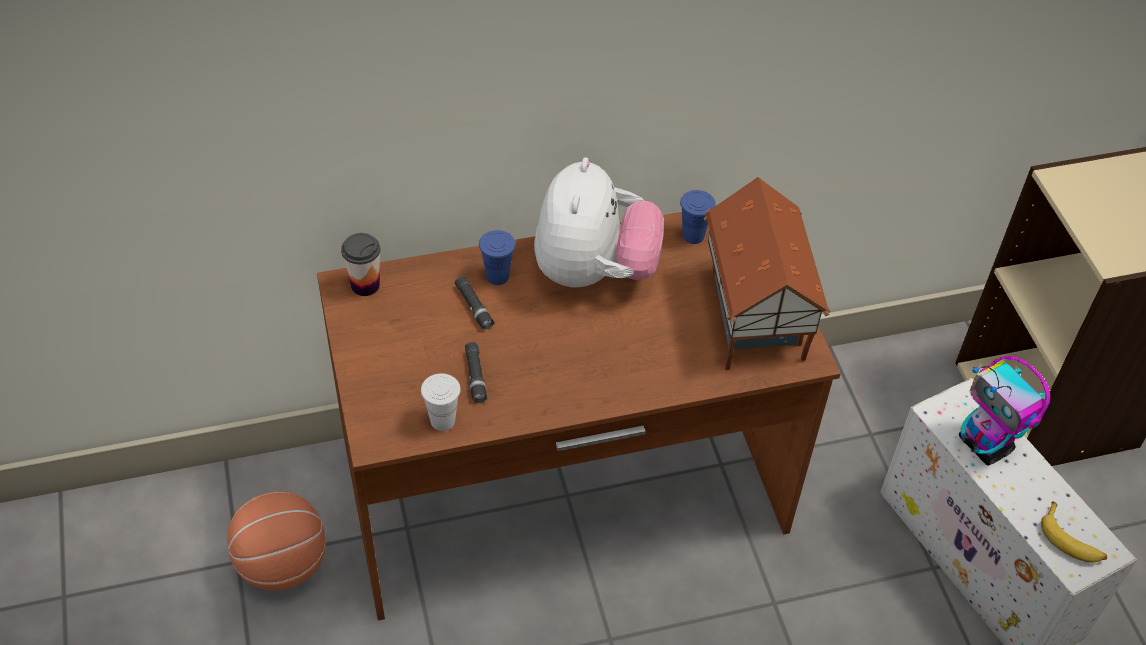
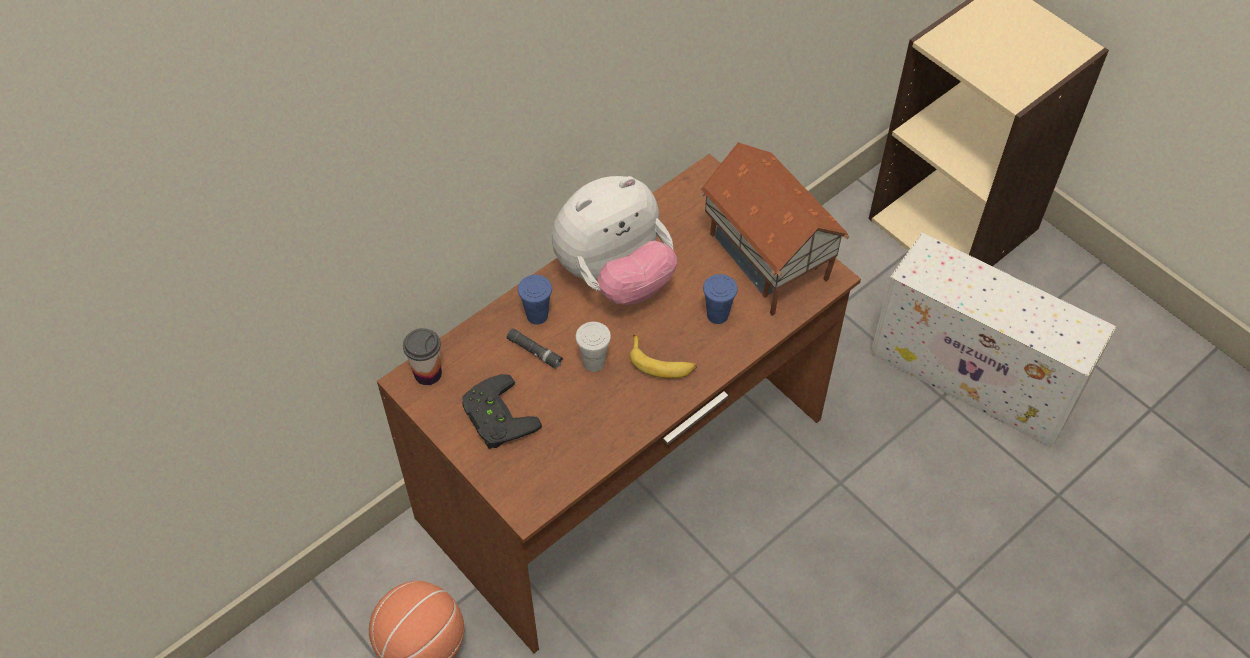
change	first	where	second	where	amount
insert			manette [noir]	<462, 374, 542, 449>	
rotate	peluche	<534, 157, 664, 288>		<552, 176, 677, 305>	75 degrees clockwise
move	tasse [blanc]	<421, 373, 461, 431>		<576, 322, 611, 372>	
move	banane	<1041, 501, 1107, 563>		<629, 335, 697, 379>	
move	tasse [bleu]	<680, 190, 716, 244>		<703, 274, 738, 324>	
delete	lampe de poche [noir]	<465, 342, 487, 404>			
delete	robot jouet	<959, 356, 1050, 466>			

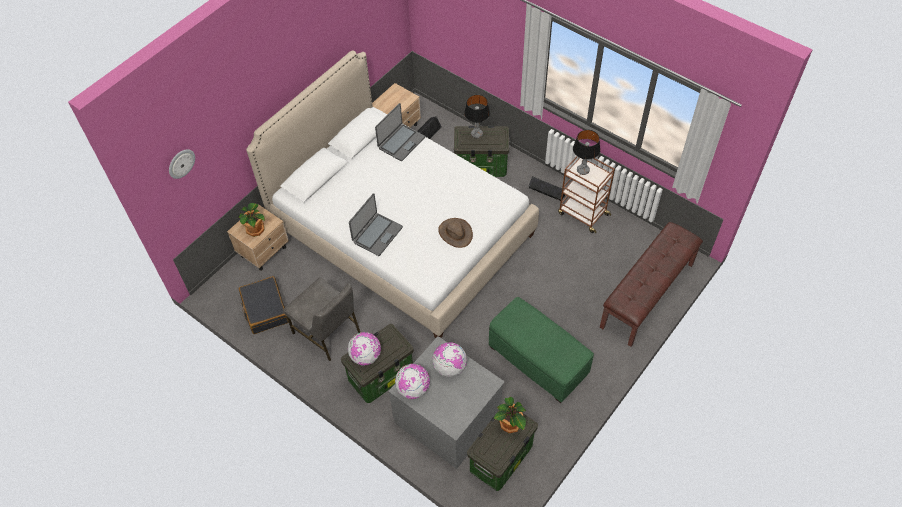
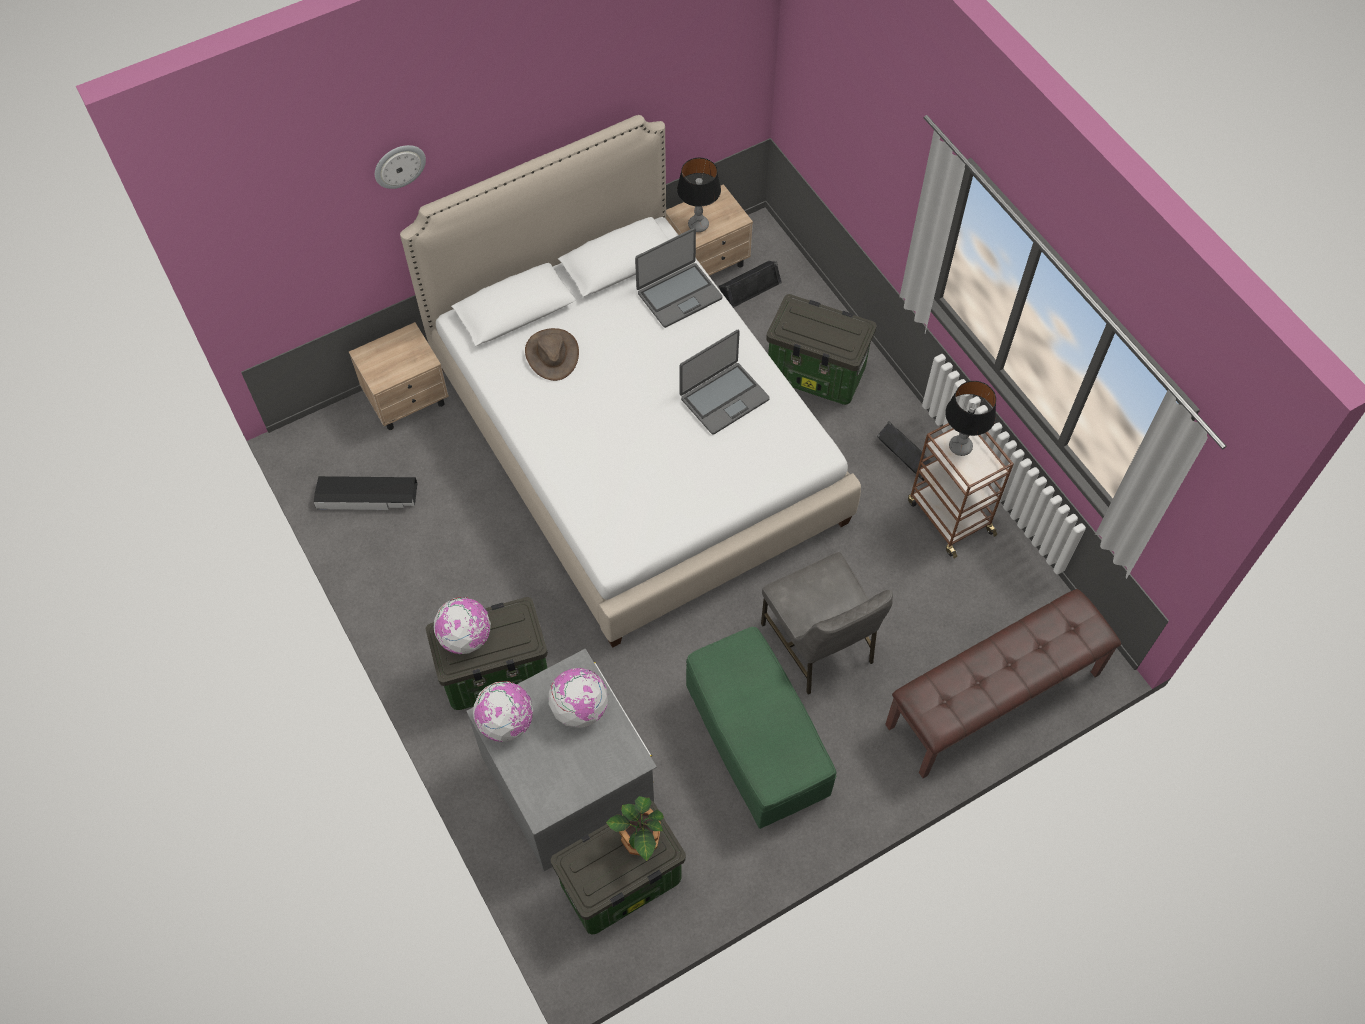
change	first	where	second	where	amount
replace	valise [noir]	<239, 276, 289, 334>	boîte de rangement [noir]	<313, 476, 417, 510>	
move	horloge murale	<169, 149, 195, 179>		<375, 145, 426, 189>	
move	chapeau [marron]	<438, 218, 473, 248>		<525, 328, 579, 381>	
move	lampe de table	<464, 94, 490, 138>		<677, 158, 721, 232>	
move	ordinateur portable	<349, 193, 403, 256>		<679, 330, 770, 435>	
move	chaise [gris]	<283, 277, 360, 361>		<761, 552, 893, 695>	
delete	plante en pot	<239, 203, 265, 237>			

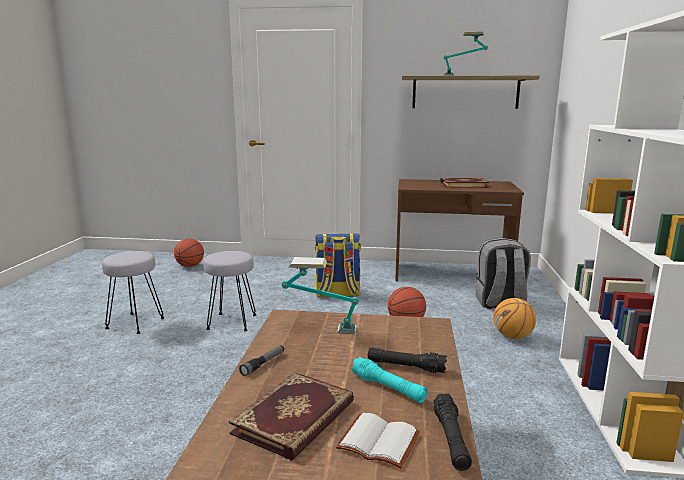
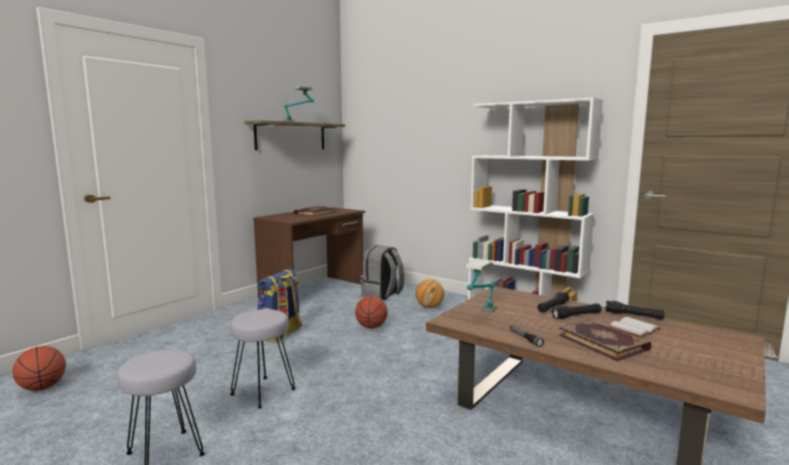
change	first	where	second	where	amount
recolor	lampe de poche [turquoise]	<351, 357, 427, 403>	lampe de poche [noir]	<551, 303, 601, 319>	

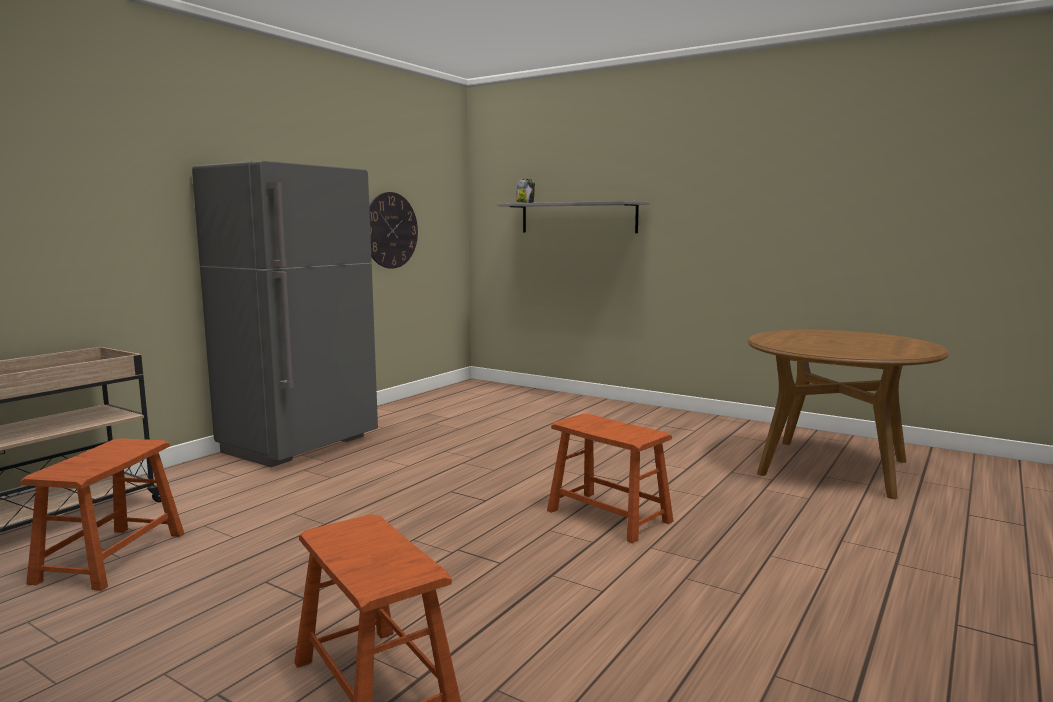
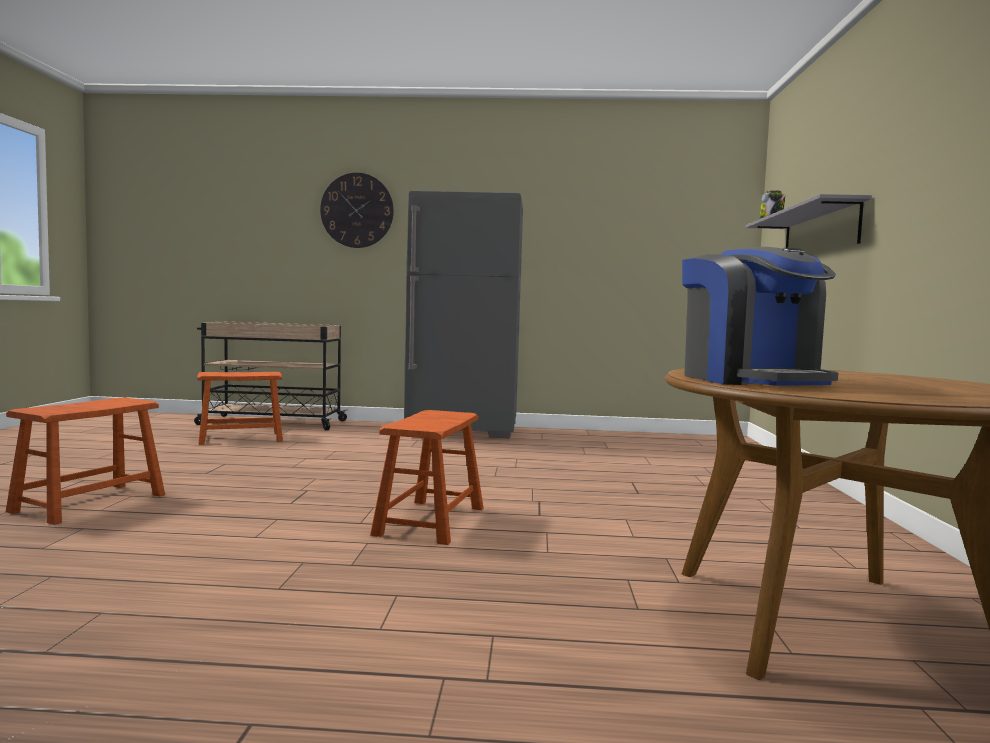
change	first	where	second	where	amount
move	horloge murale	<369, 192, 418, 269>		<320, 173, 394, 248>	
insert			machine à café	<682, 247, 838, 385>	

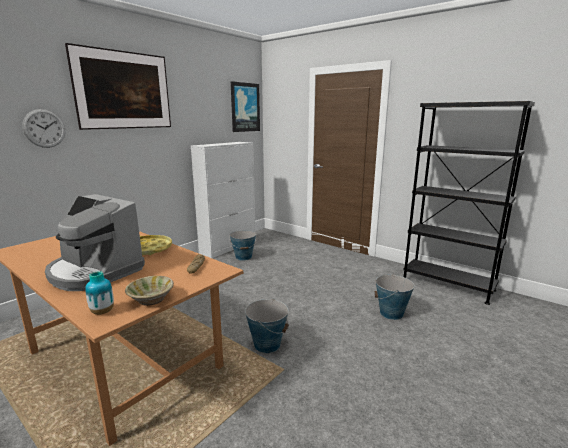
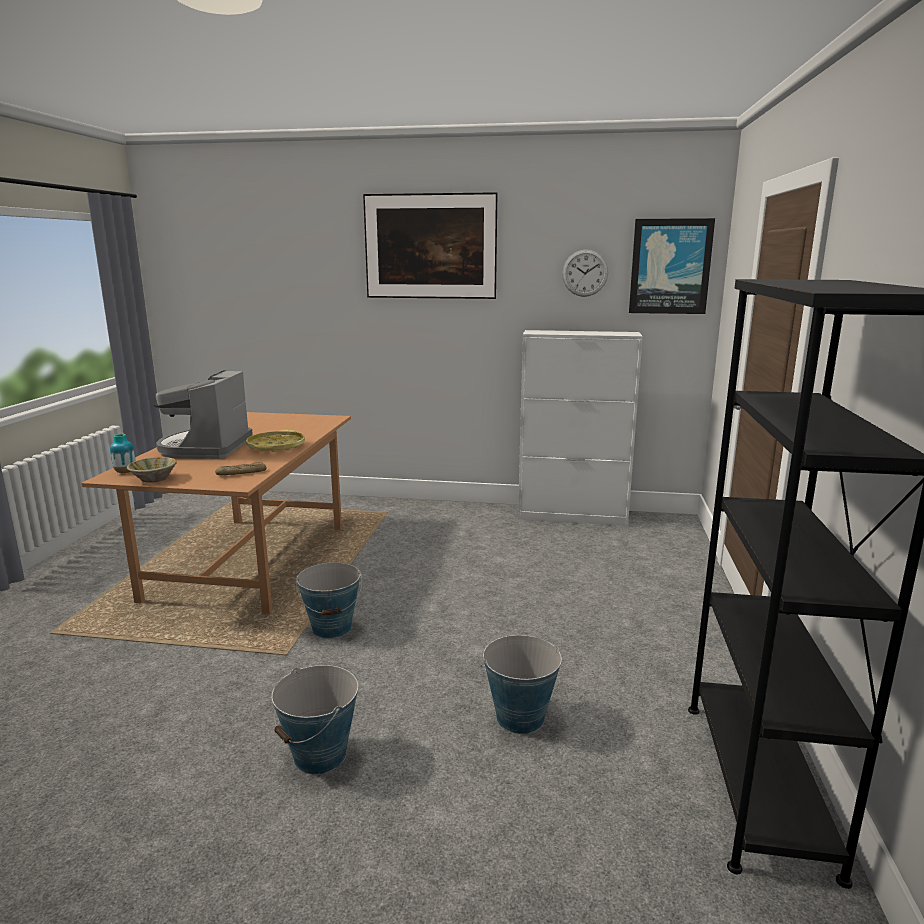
change	first	where	second	where	amount
move	seau	<229, 230, 257, 261>		<271, 665, 358, 774>	
move	horloge murale	<22, 109, 65, 148>		<562, 249, 608, 297>	

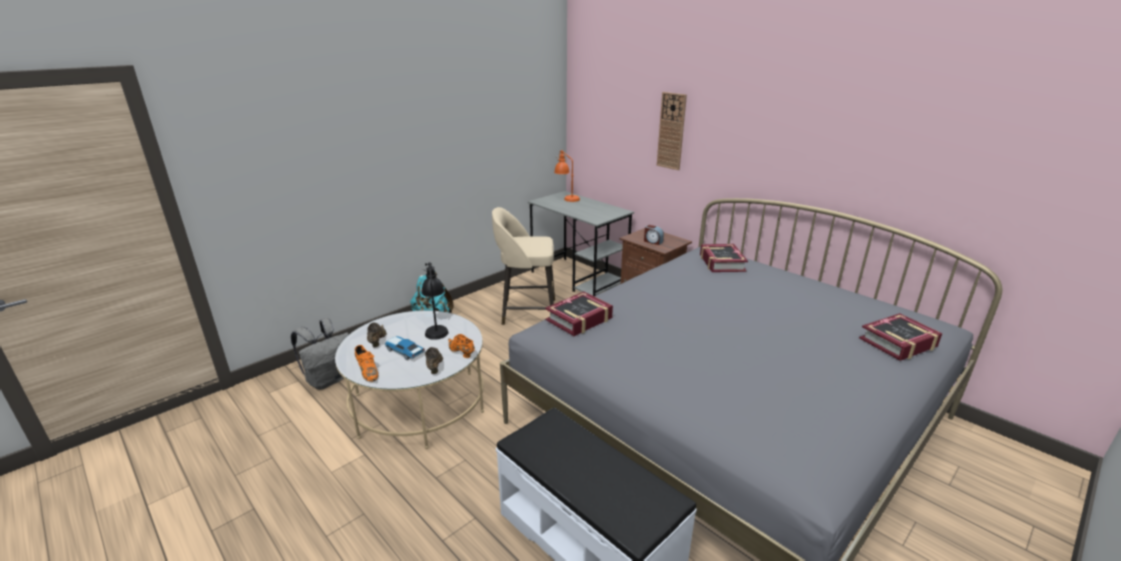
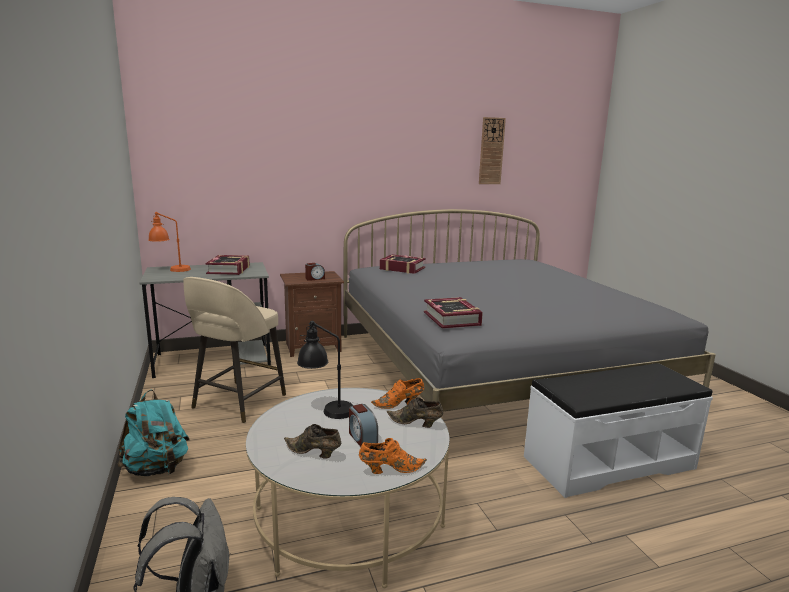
change	first	where	second	where	amount
move	livre	<859, 313, 943, 361>		<205, 255, 250, 275>	
replace	petite voiture	<384, 336, 425, 360>	réveil	<349, 404, 378, 447>	
move	horloge murale	<657, 92, 687, 170>		<479, 117, 506, 184>	

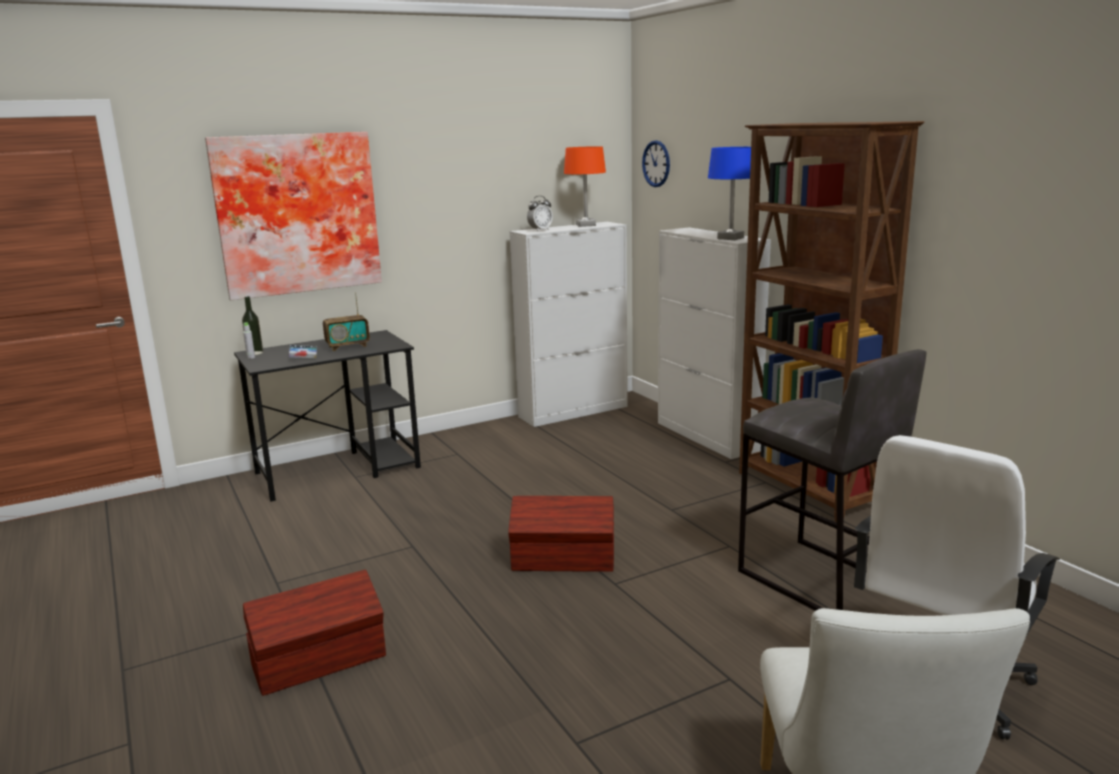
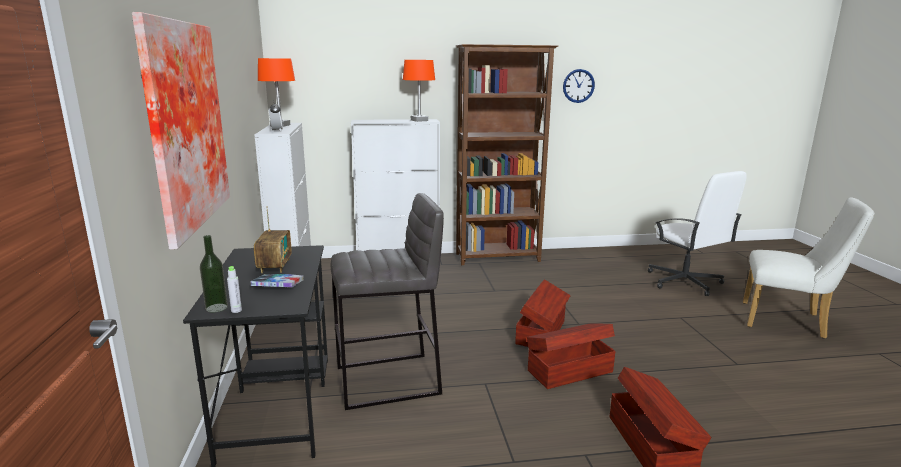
change	first	where	second	where	amount
move	tabouret [gris]	<738, 349, 927, 611>		<331, 193, 444, 410>	
recolor	lampe de table [bleu]	<708, 147, 751, 240>	lampe de table [orange]	<403, 60, 435, 122>	
insert			boîte de rangement [marron]	<527, 323, 615, 389>	
move	horloge murale	<642, 140, 670, 187>		<563, 69, 595, 103>	

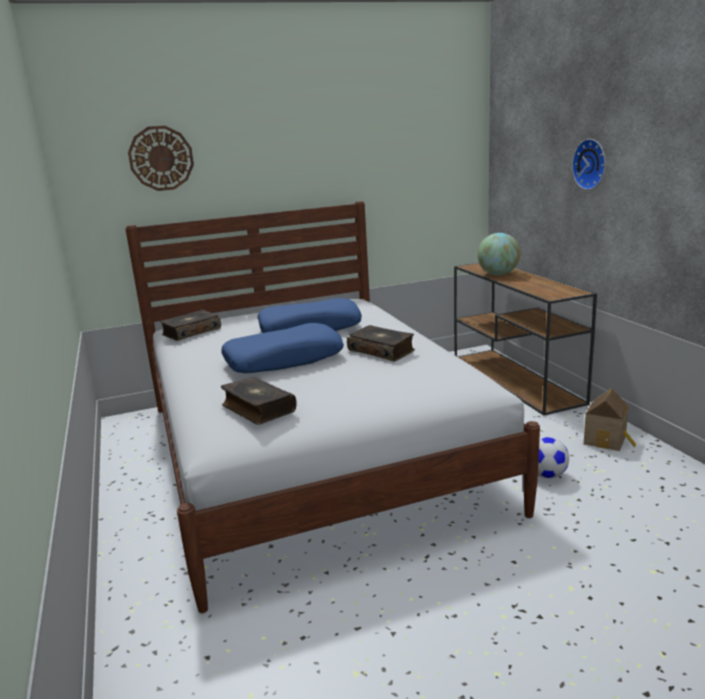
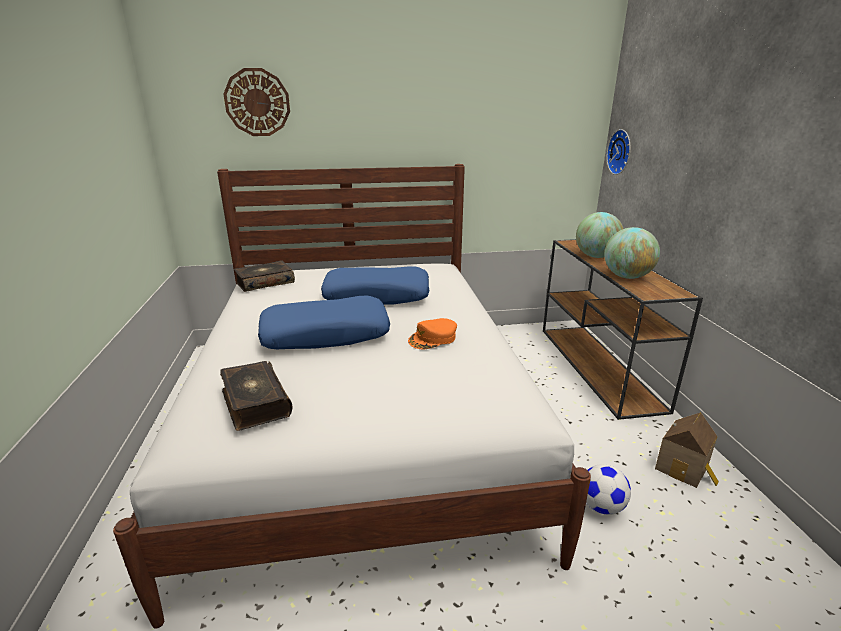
change	first	where	second	where	amount
replace	livre	<347, 325, 415, 361>	casquette [orange]	<408, 318, 457, 349>	
insert			globe	<605, 227, 660, 279>	
move	horloge murale	<572, 139, 606, 190>		<606, 129, 630, 175>	

